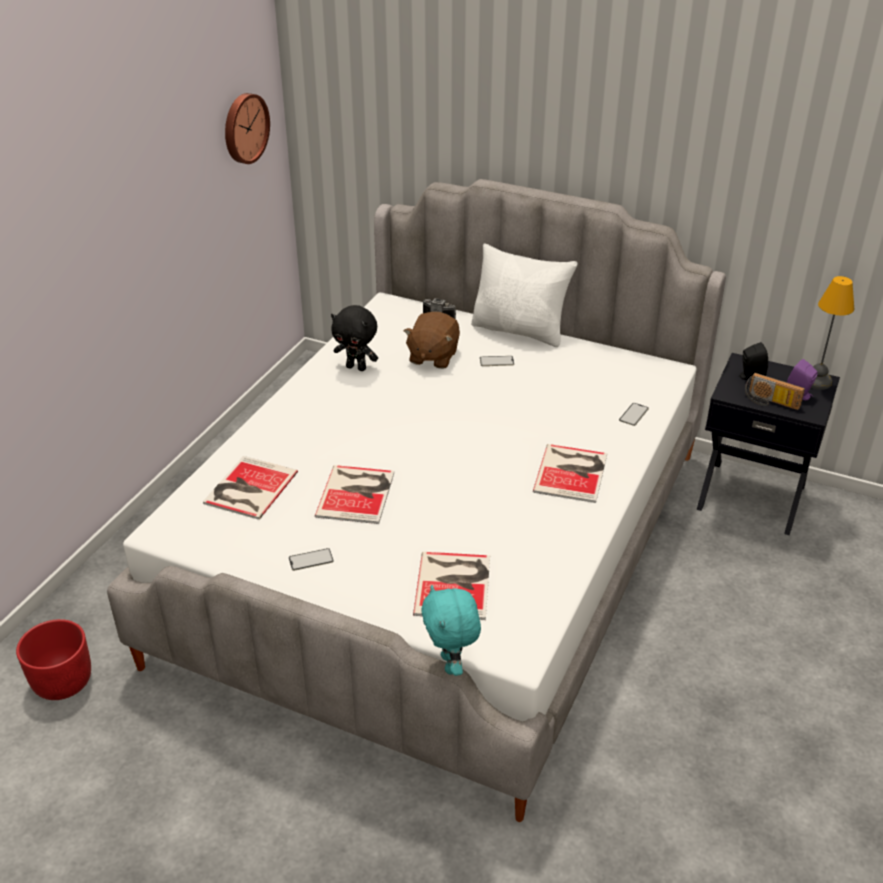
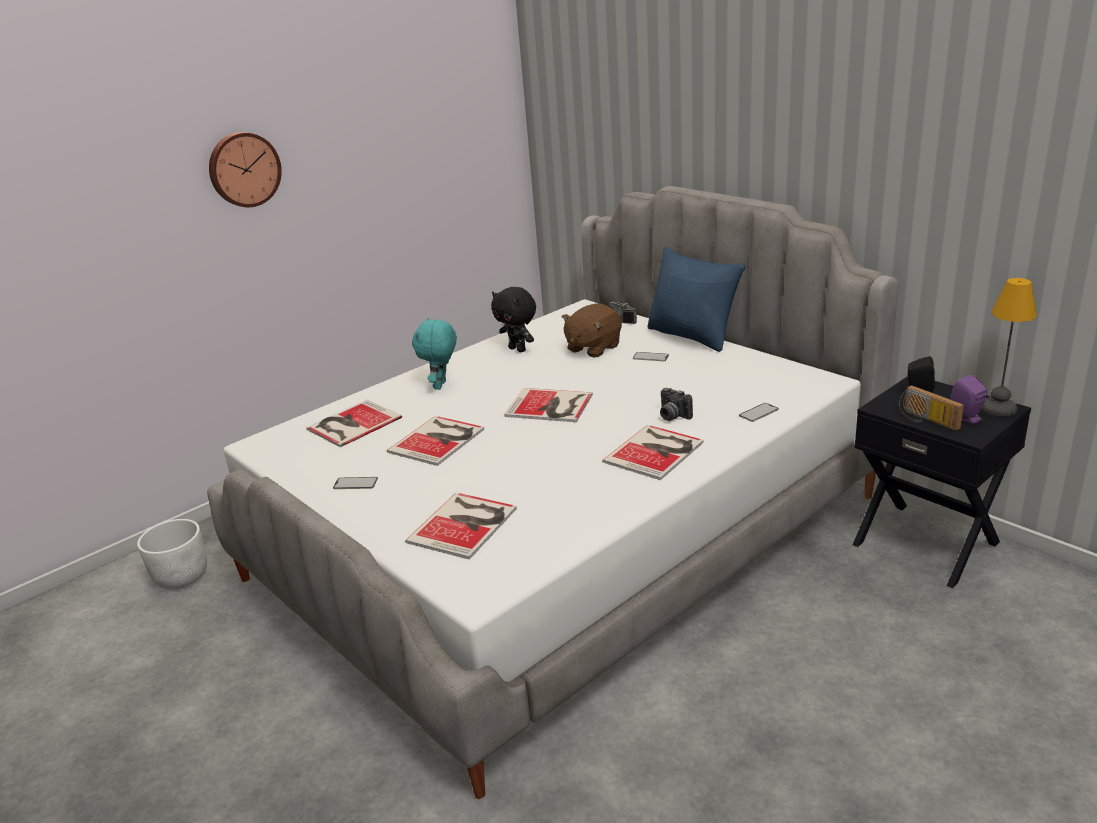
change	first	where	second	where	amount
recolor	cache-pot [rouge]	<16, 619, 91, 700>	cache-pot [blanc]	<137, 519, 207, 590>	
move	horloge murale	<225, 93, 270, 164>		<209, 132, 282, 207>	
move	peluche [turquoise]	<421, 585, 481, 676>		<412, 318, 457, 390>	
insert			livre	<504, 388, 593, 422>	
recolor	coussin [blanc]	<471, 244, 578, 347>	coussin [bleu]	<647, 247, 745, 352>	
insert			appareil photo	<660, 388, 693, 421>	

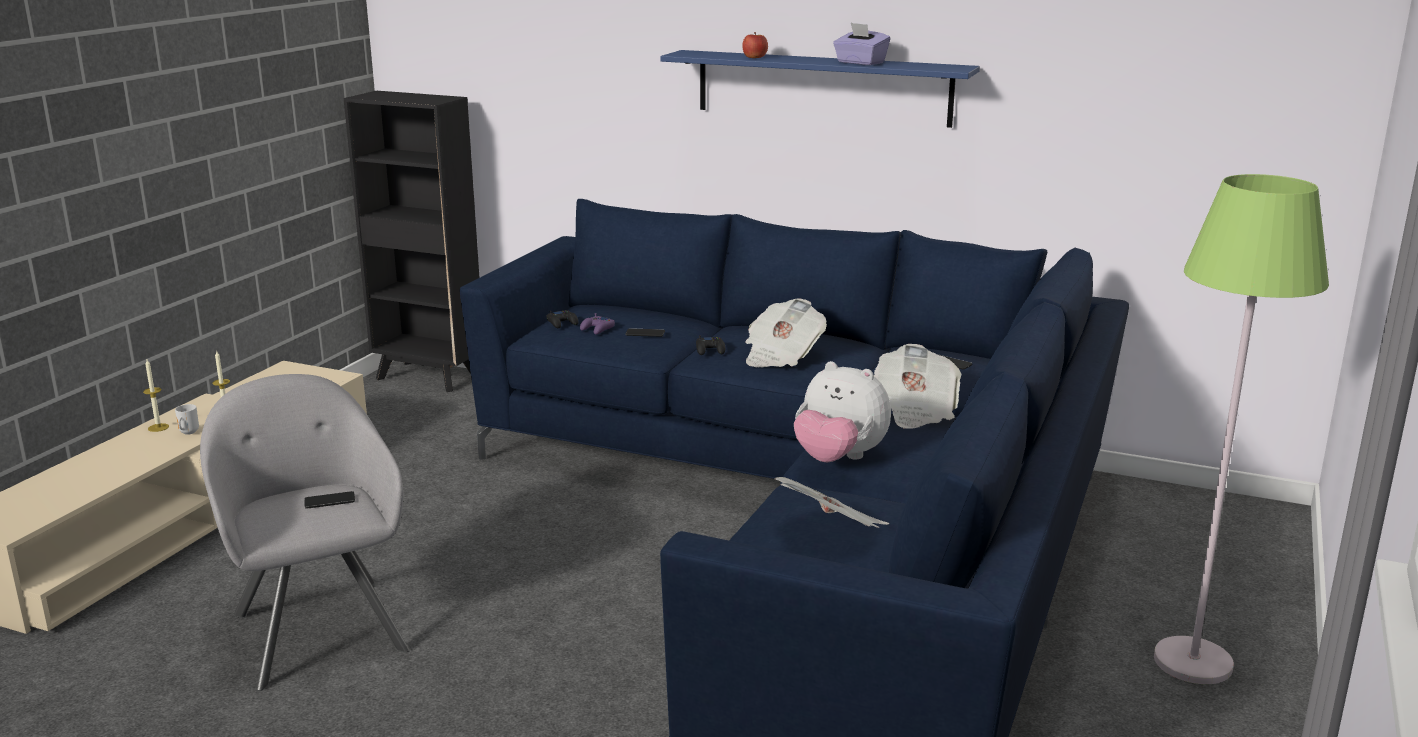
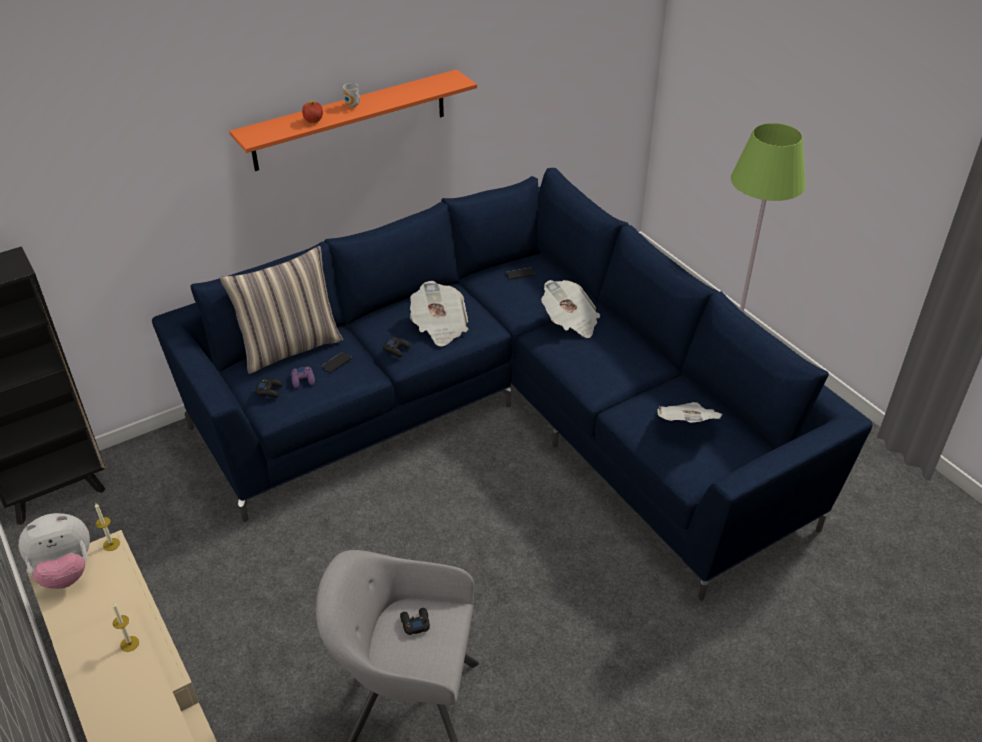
change	first	where	second	where	amount
move	peluche	<794, 361, 891, 462>		<19, 513, 90, 589>	
move	bougie	<143, 360, 169, 432>		<95, 503, 120, 551>	
insert			coussin	<220, 246, 343, 374>	
recolor	étagère [bleu]	<660, 50, 980, 128>	étagère [orange]	<229, 69, 477, 171>	
move	mug	<175, 404, 199, 435>		<343, 83, 360, 107>	
replace	téléphone	<304, 491, 355, 509>	manette [noir]	<400, 608, 430, 635>	
delete	boîte à mouchoirs [violet]	<833, 23, 890, 65>			

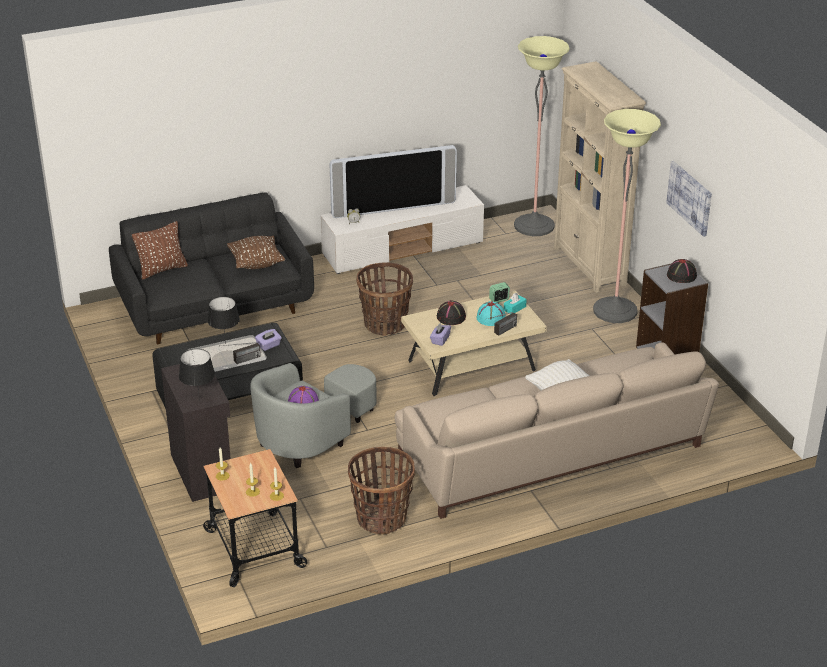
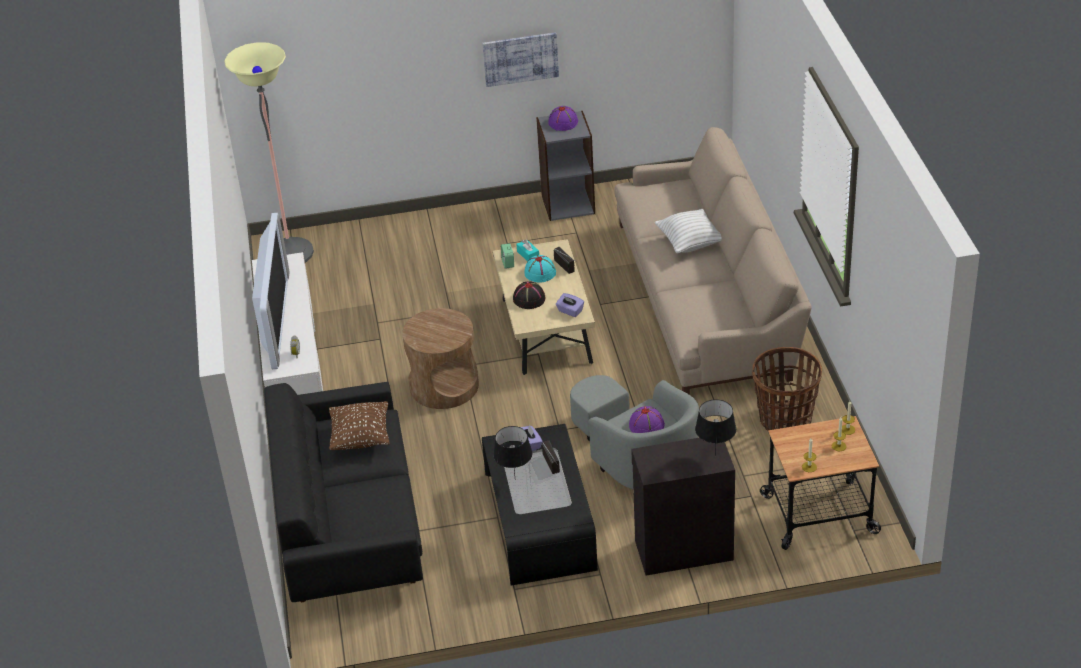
change	first	where	second	where	amount
replace	panier	<356, 262, 413, 336>	table d'appoint [marron]	<402, 308, 479, 409>	
recolor	chapeau [noir]	<667, 259, 697, 283>	chapeau [violet]	<548, 106, 578, 131>	
delete	coussin [marron]	<132, 221, 188, 280>			
delete	bibliothèque [beige]	<554, 61, 646, 293>			
delete	lampadaire	<593, 109, 661, 323>			

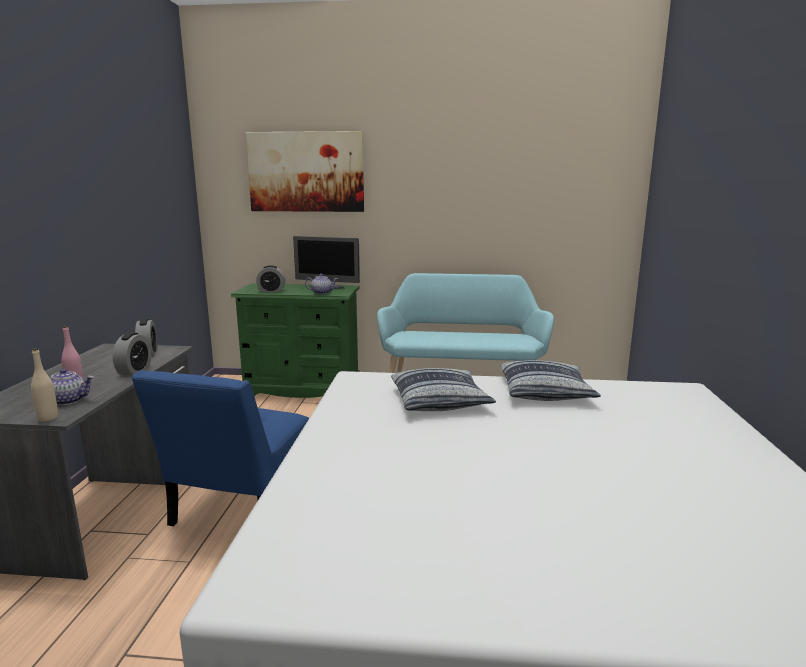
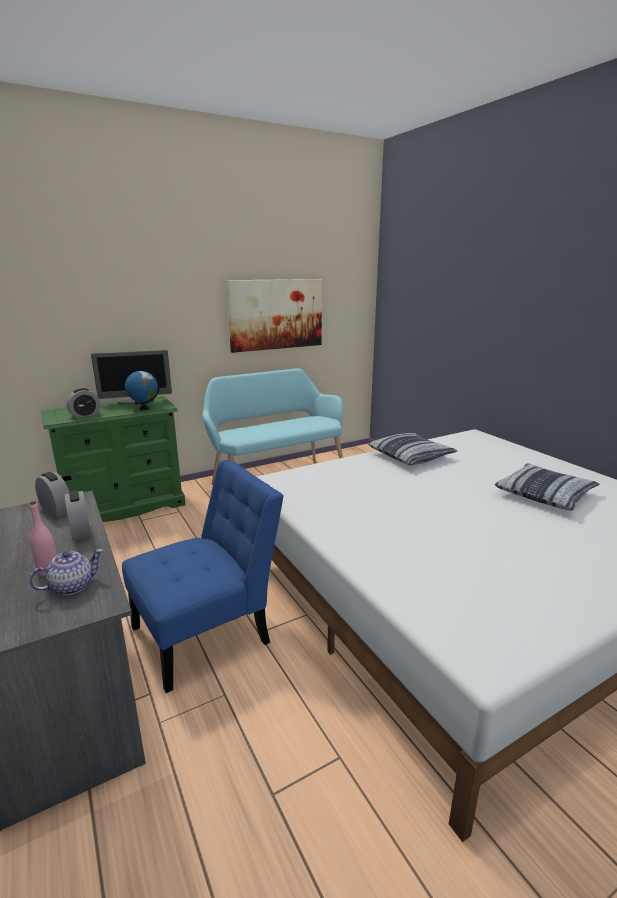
change	first	where	second	where	amount
rotate	chaise [bleu]	<131, 370, 309, 526>		<122, 460, 284, 693>	105 degrees counterclockwise
replace	théière	<305, 274, 337, 294>	globe	<125, 369, 160, 410>	
move	tableau	<246, 131, 364, 212>		<227, 279, 322, 353>	
move	coussin	<391, 368, 496, 411>		<495, 463, 600, 511>	
delete	bouteille [beige]	<31, 348, 58, 422>			

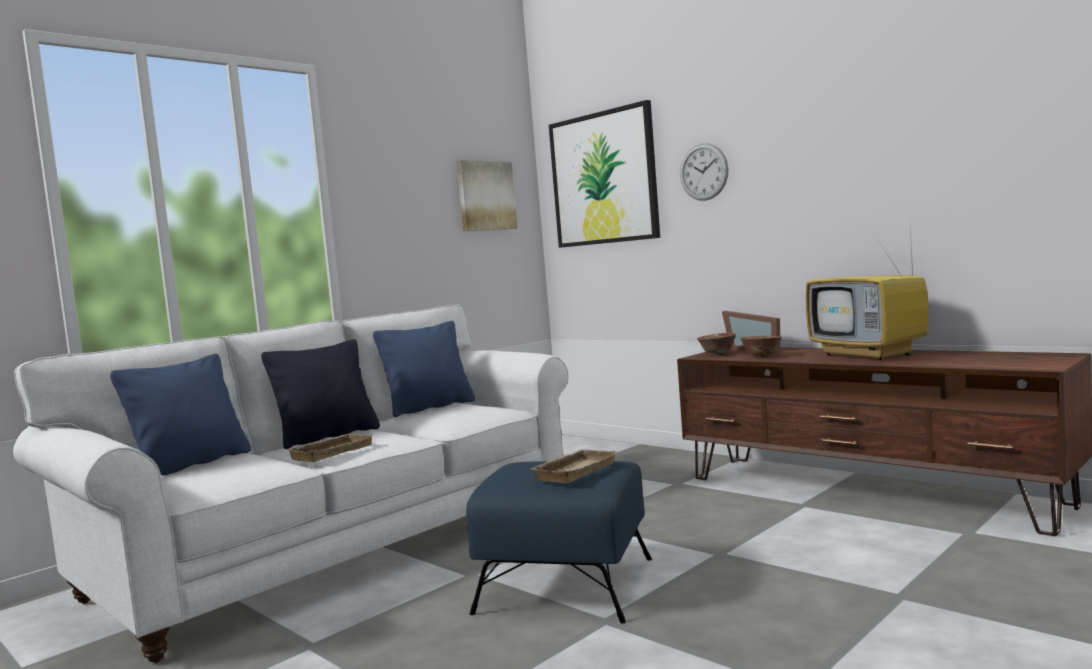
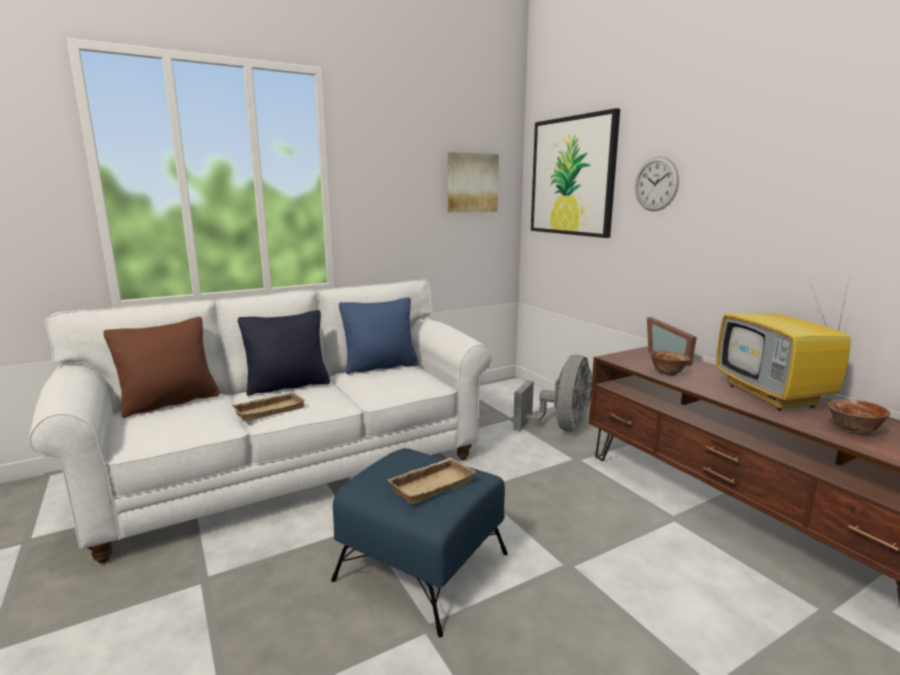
change	first	where	second	where	amount
recolor	coussin [bleu]	<110, 354, 251, 475>	coussin [marron]	<103, 317, 219, 418>	
insert			ventilateur [gris]	<513, 355, 592, 432>	
move	bol	<697, 333, 736, 356>		<828, 399, 890, 435>	

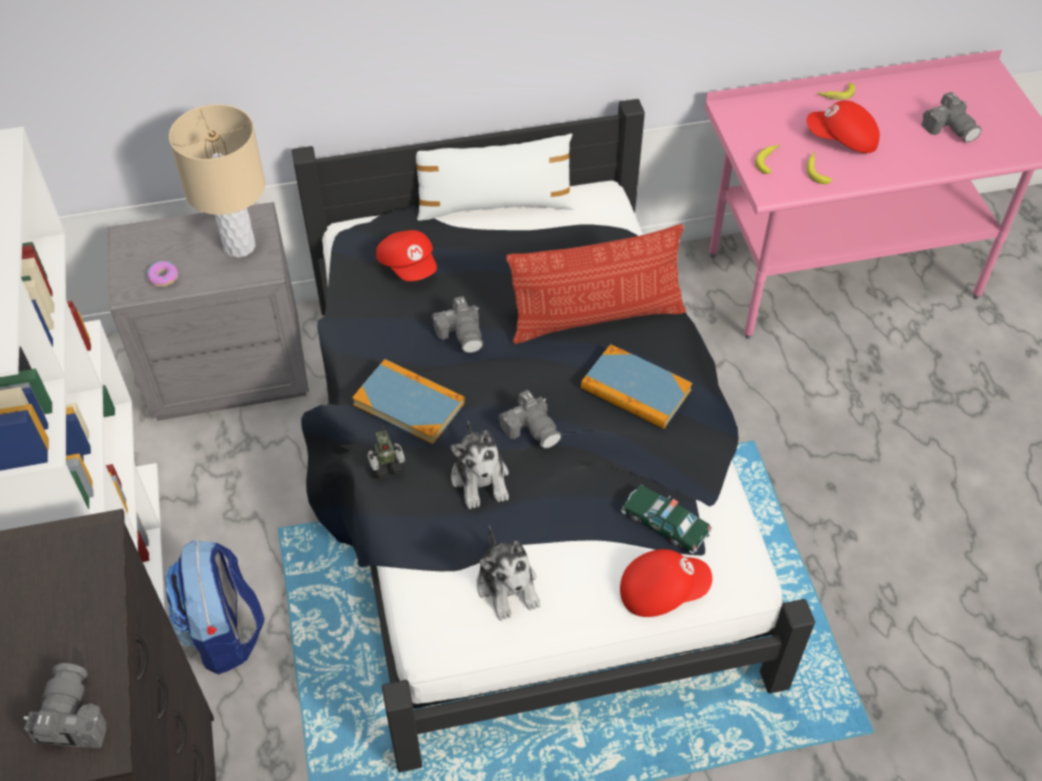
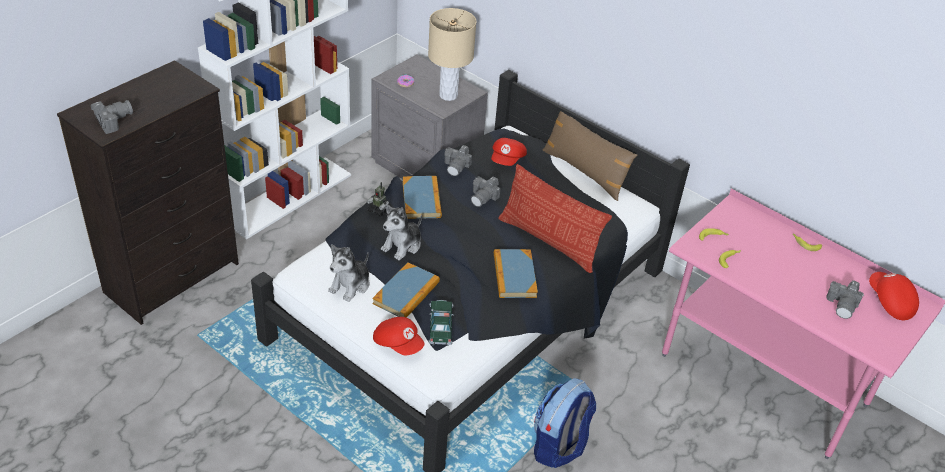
change	first	where	second	where	amount
insert			livre	<372, 262, 440, 318>	
move	appareil photo	<499, 390, 561, 449>		<444, 145, 472, 176>	
move	sac à dos	<165, 540, 264, 674>		<534, 378, 596, 468>	
recolor	coussin [blanc]	<416, 133, 575, 221>	coussin [marron]	<543, 111, 637, 201>	
move	casquette [rouge]	<807, 100, 880, 153>		<869, 272, 919, 320>	

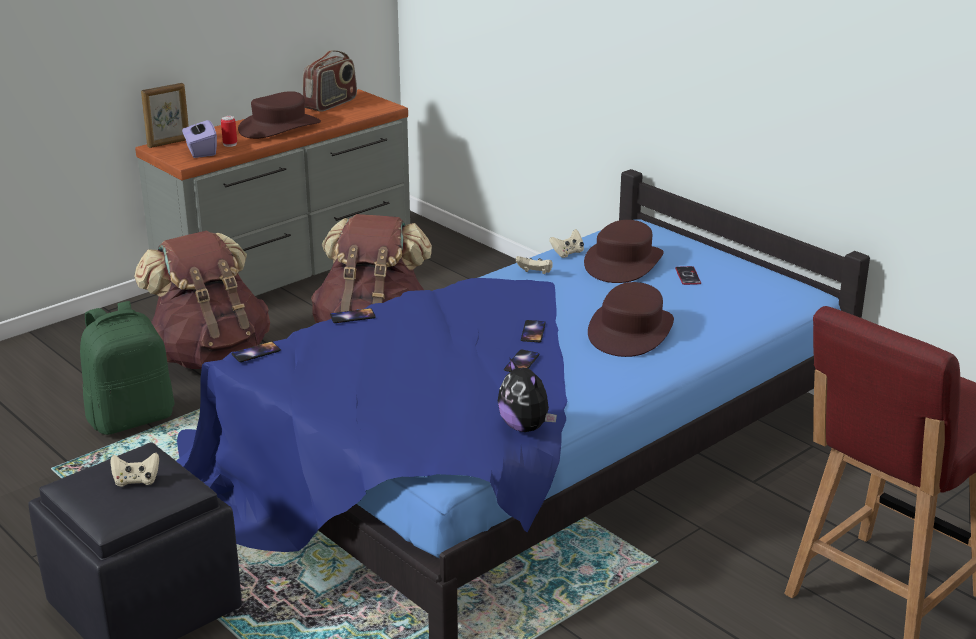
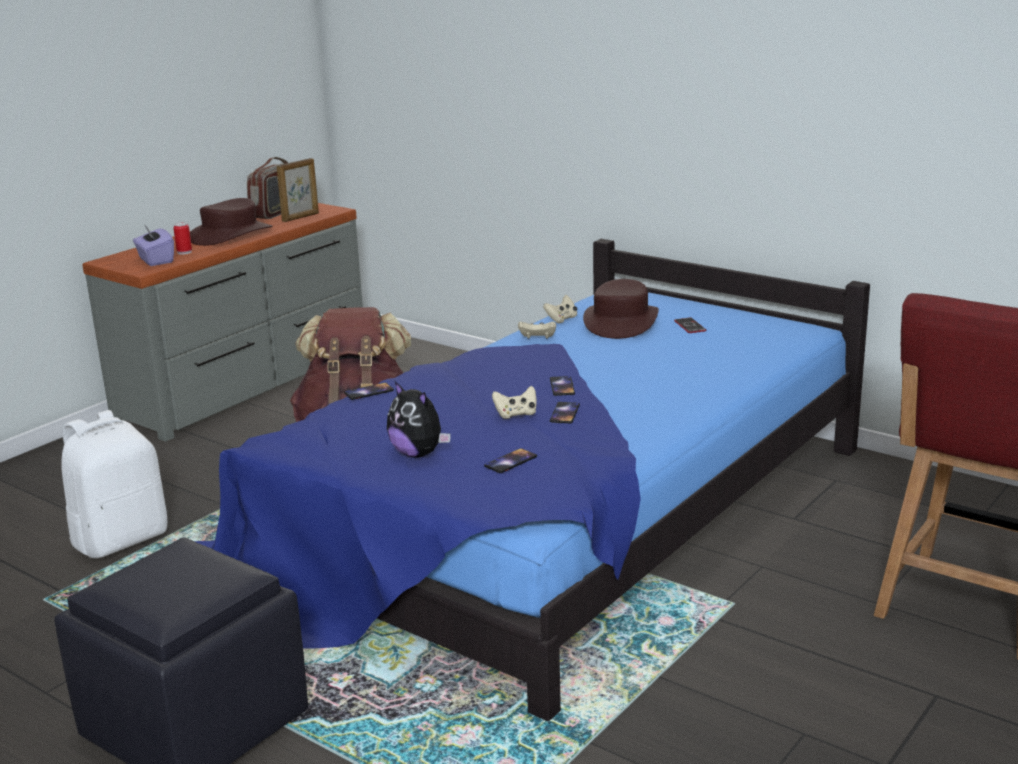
change	first	where	second	where	amount
recolor	sac à dos [vert]	<80, 301, 174, 435>	sac à dos [blanc]	<61, 410, 167, 559>	
move	cadre photo	<141, 83, 189, 148>		<277, 158, 319, 222>	
move	peluche	<498, 357, 557, 432>		<387, 381, 451, 458>	
move	téléphone	<232, 341, 281, 362>		<484, 448, 537, 473>	
move	manette [beige]	<110, 453, 159, 487>		<492, 386, 537, 419>	
delete	sac à dos [marron]	<134, 230, 270, 369>			
delete	chapeau [marron]	<588, 282, 674, 357>			

